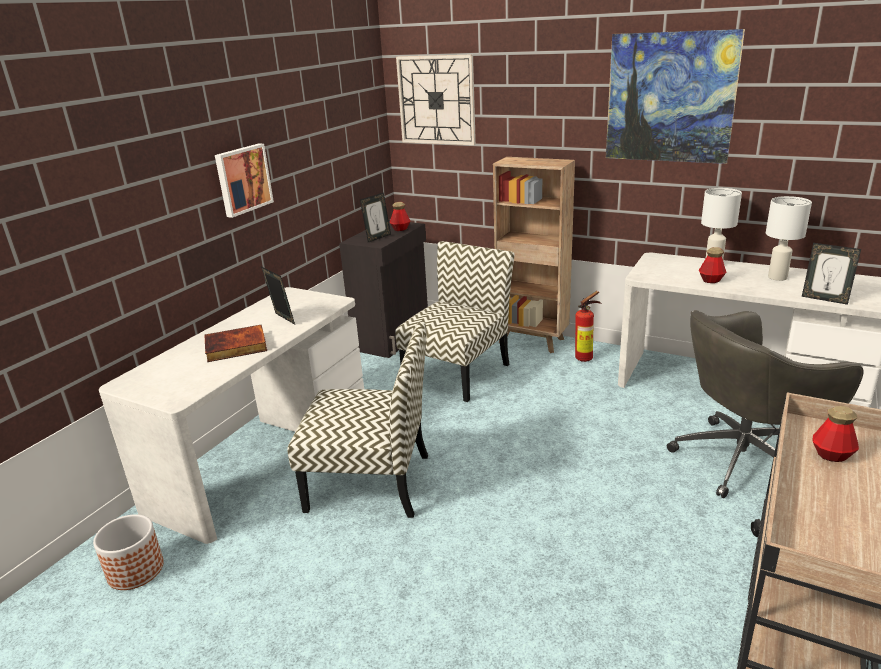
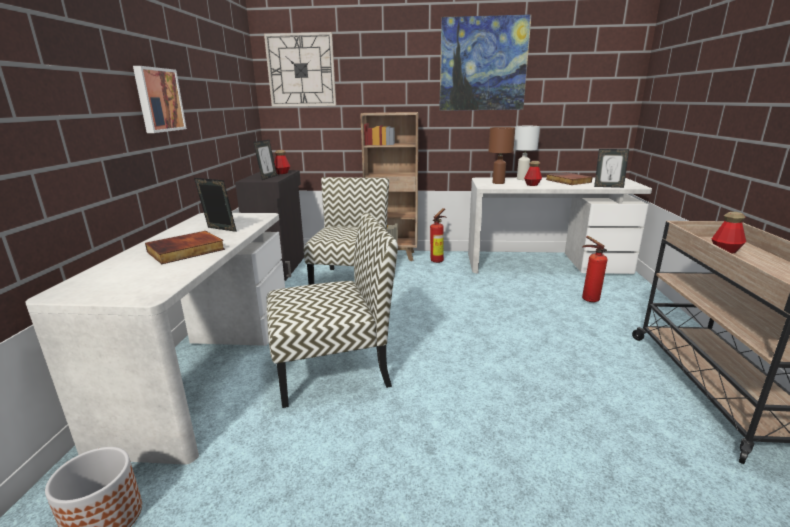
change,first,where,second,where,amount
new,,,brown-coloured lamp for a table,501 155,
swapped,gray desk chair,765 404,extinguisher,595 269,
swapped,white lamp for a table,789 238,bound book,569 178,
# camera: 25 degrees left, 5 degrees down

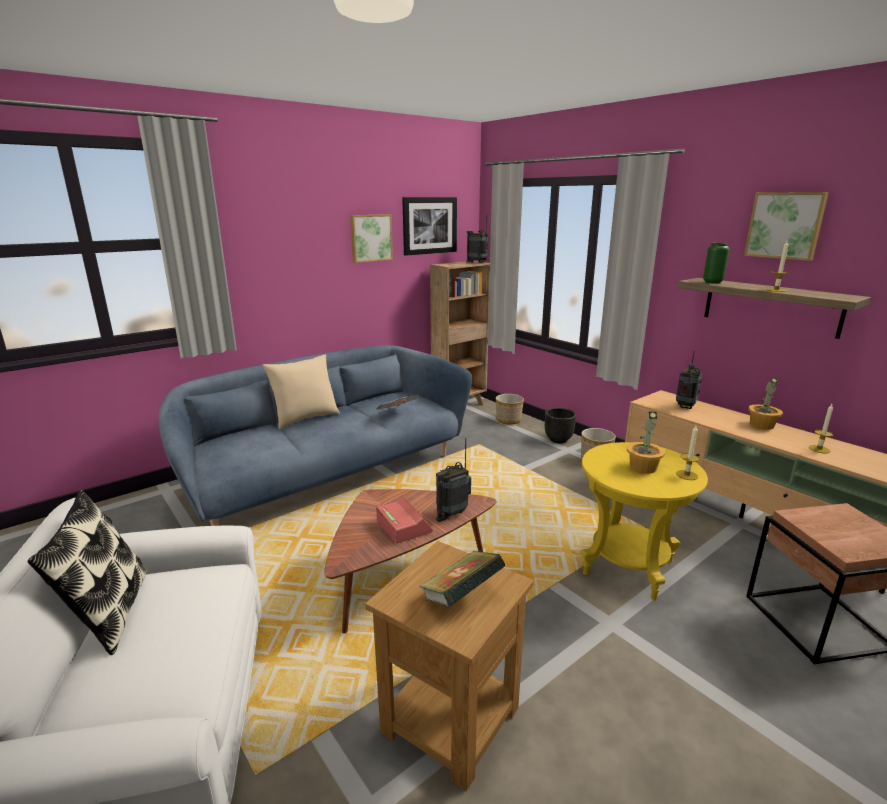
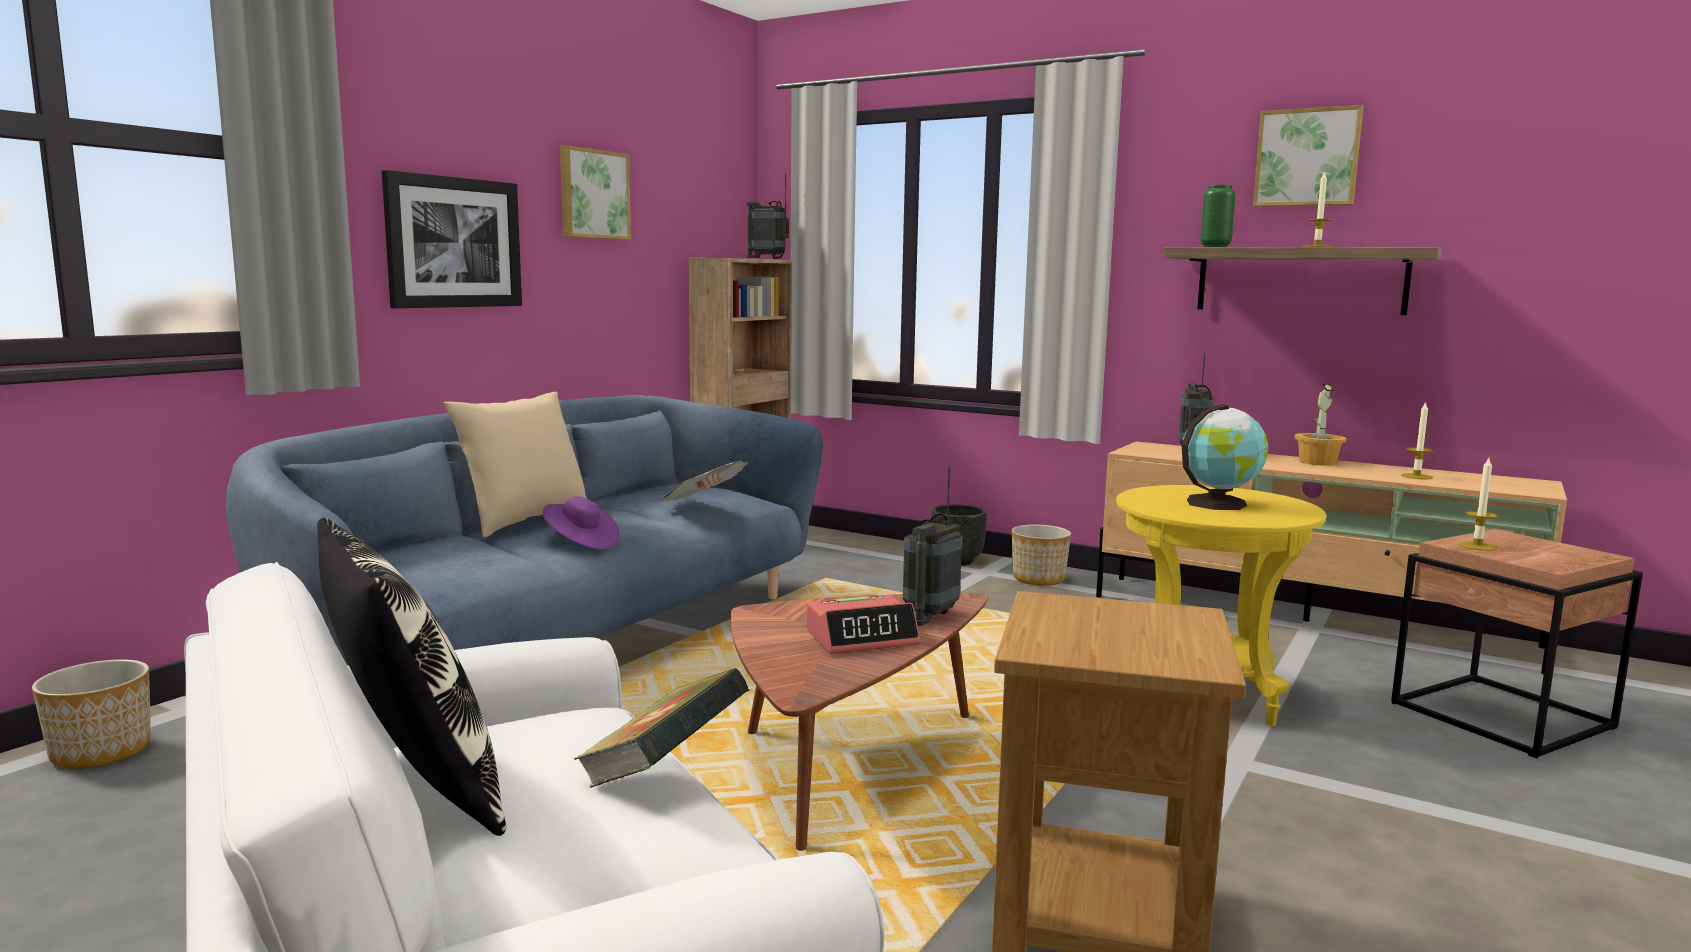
change,first,where,second,where,amount
new,,,purplish hat,581 523,
shifted,picture,429 226,,452 239,
shifted,bound book,462 579,,661 728,
shifted,plant pot,510 409,,91 714,
shifted,wax light,688 453,,1478 504,
swapped,plant in a pot,646 443,desk globe,1225 457,
rotated,bedside clock,404 520,,863 624,120 degrees clockwise
# camera: 20 degrees left, 10 degrees down

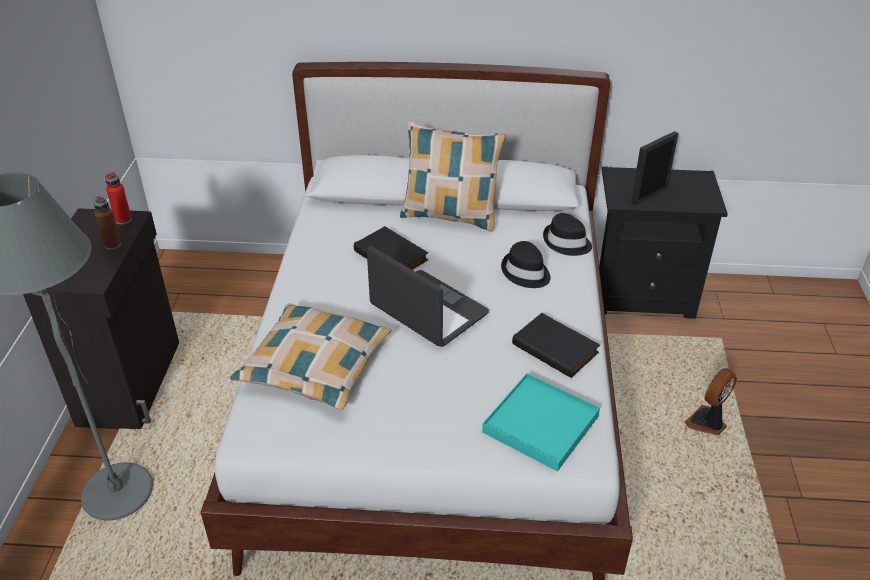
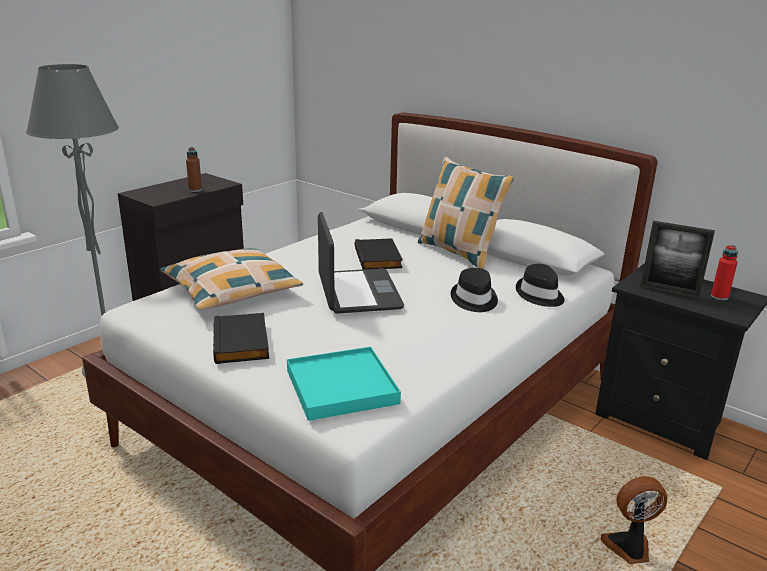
change,first,where,second,where,amount
shifted,red bottle,118 198,,724 272,
shifted,black bound book,556 345,,241 338,
rotated,photo frame,654 168,,677 260,150 degrees counterclockwise
# camera: 35 degrees right, 15 degrees down

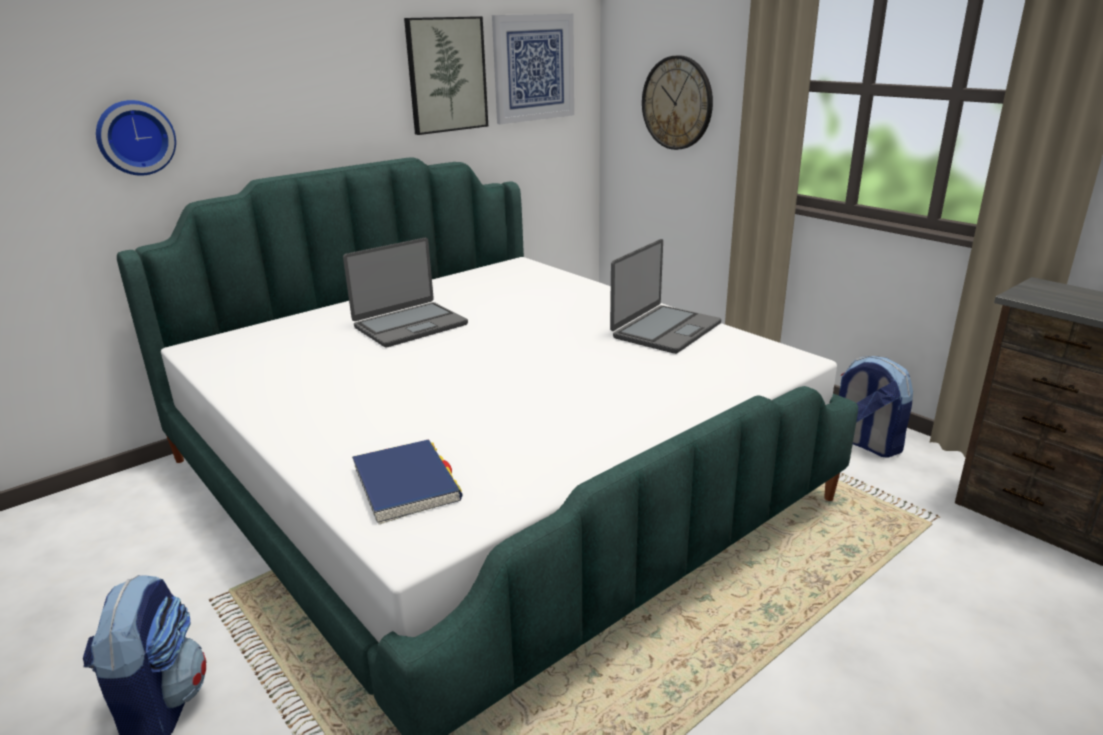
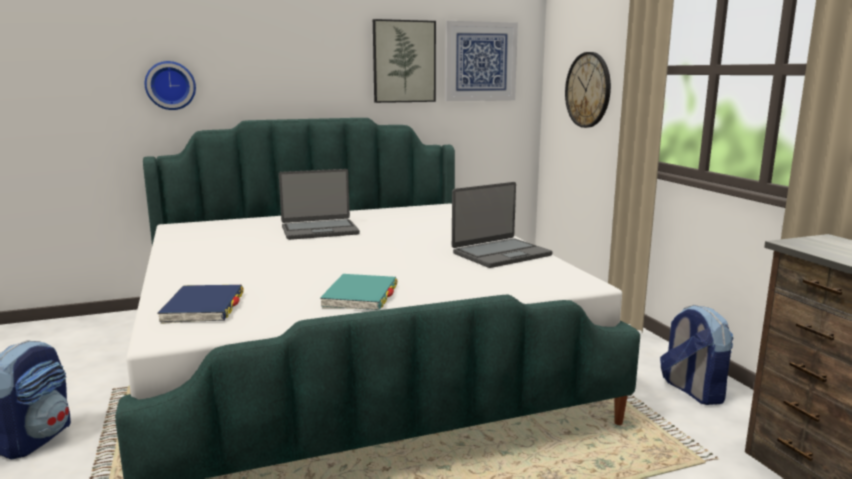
change,first,where,second,where,amount
new,,,blue-green bound book,359 292,
# camera: 20 degrees right, 10 degrees down

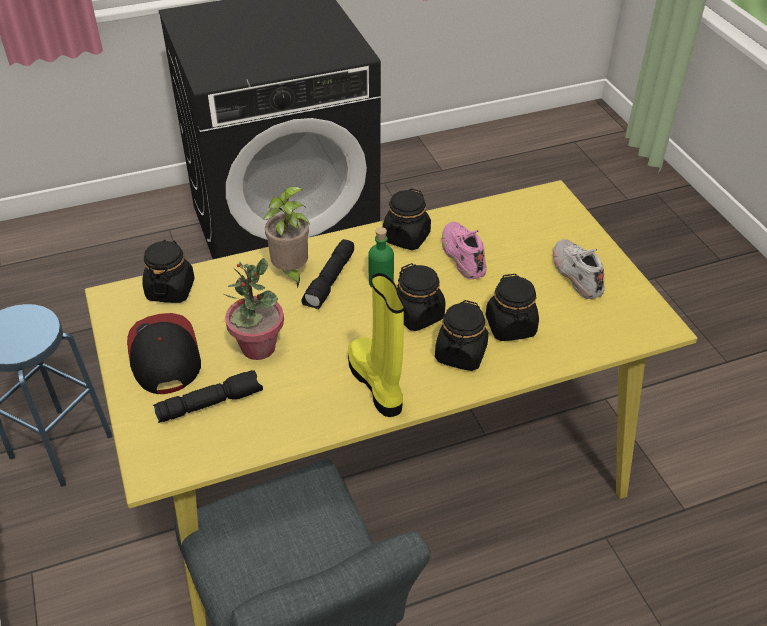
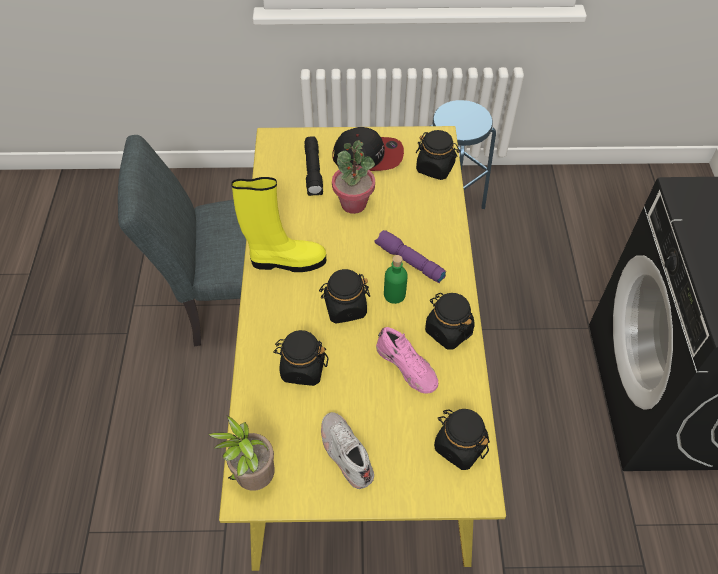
change,first,where,second,where,amount
shifted,plant in a pot,286 237,,241 453,
shifted,black storage jar,462 335,,462 439,
repainted,black flashlight,327 274,purplish flashlight,410 256,
rotated,pink-coloured shoe,464 250,,407 360,45 degrees clockwise
rotated,white shoe,579 269,,347 450,120 degrees counterclockwise
# camera: 110 degrees right, 10 degrees up

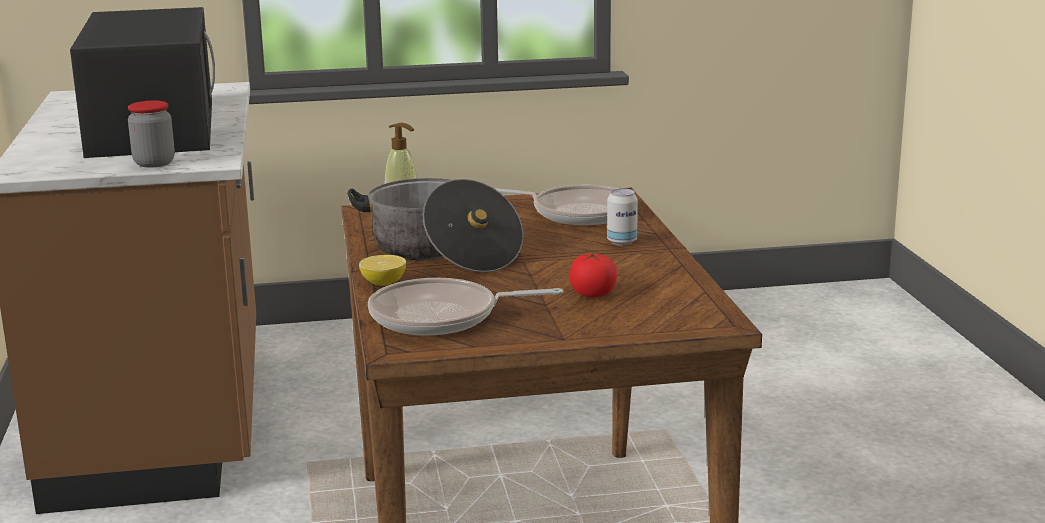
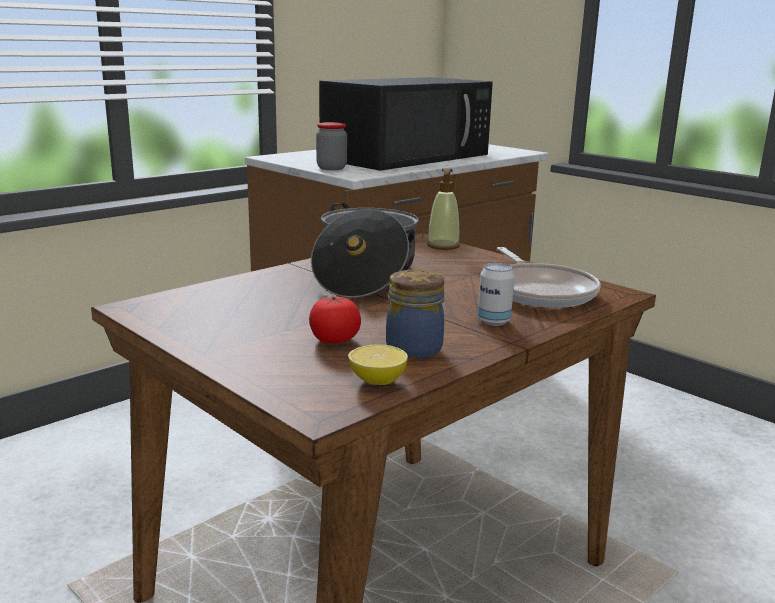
change,first,where,second,where,amount
gone,skillet,465 307,,,
new,,,storage jar,415 315,
shifted,whole lemon,382 270,,378 364,
# camera: 55 degrees right, 0 degrees up

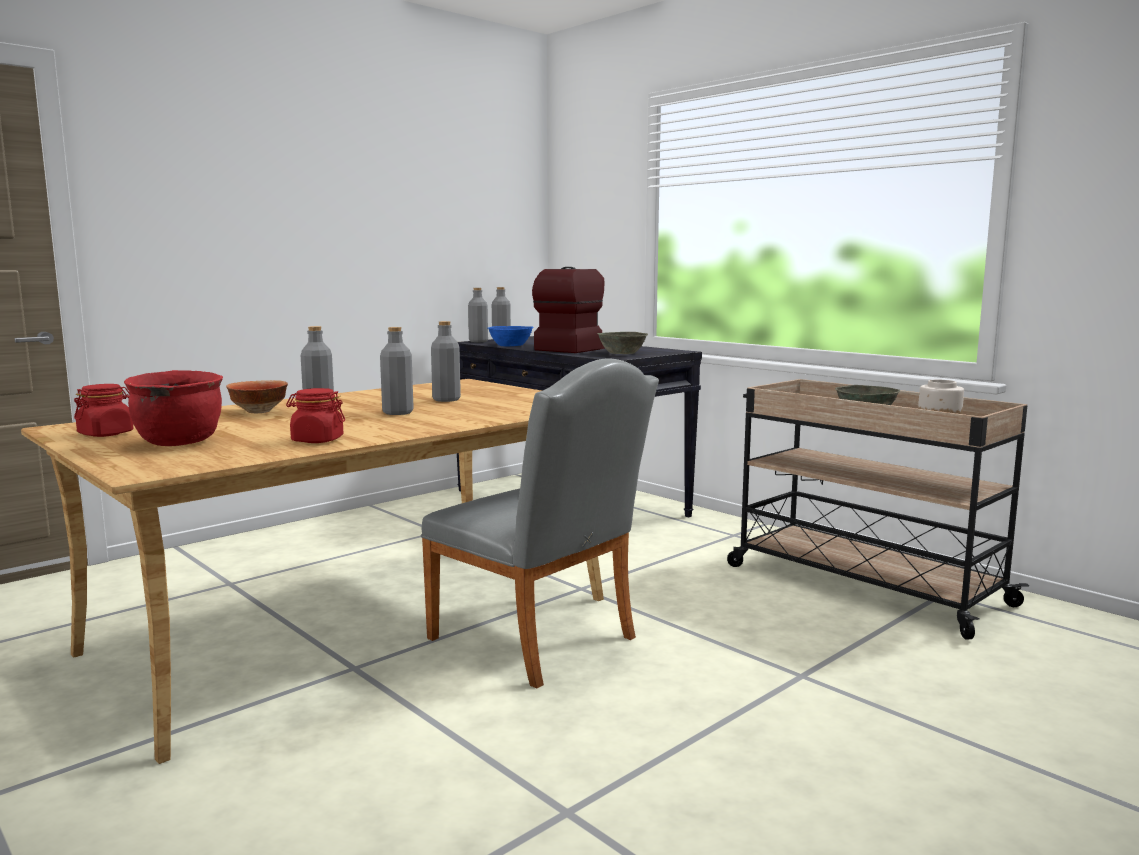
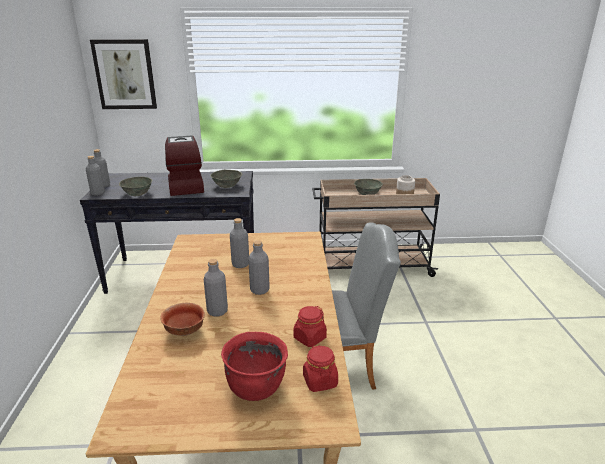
change,first,where,second,where,amount
new,,,picture,123 74,
shifted,red storage jar,104 410,,320 368,
repainted,blue-coloured serving bowl,511 336,gray serving bowl,135 186,
# camera: 50 degrees left, 15 degrees up

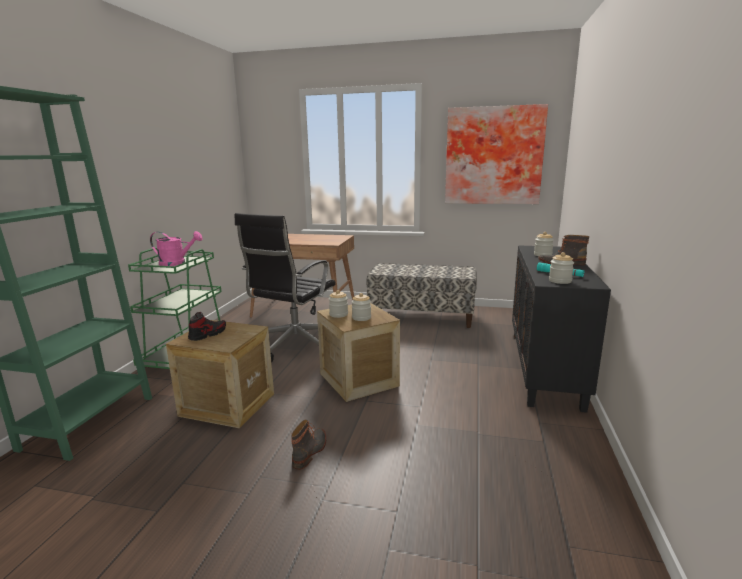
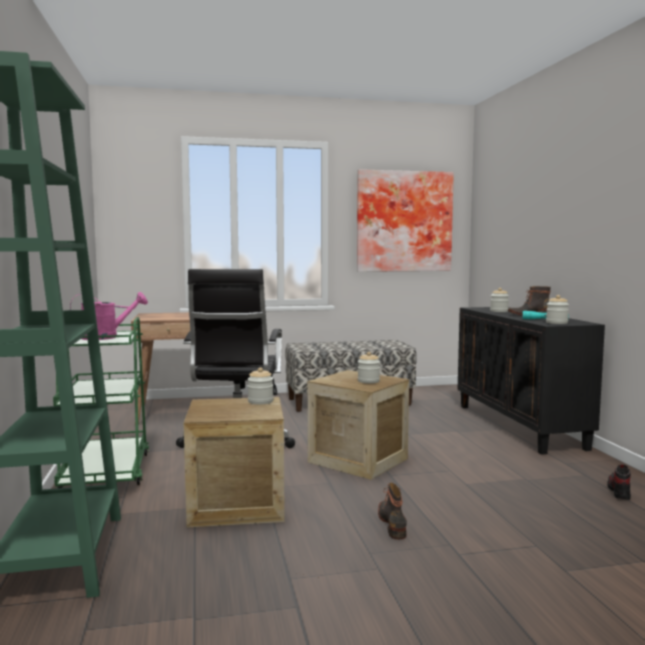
change,first,where,second,where,amount
shifted,shoe,207 326,,619 482,
shifted,storage jar,338 304,,261 385,
# camera: 25 degrees left, 10 degrees down

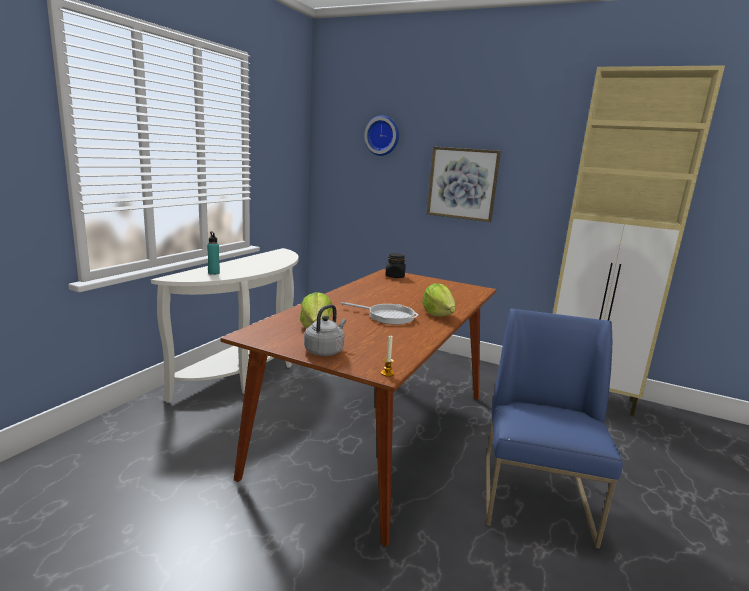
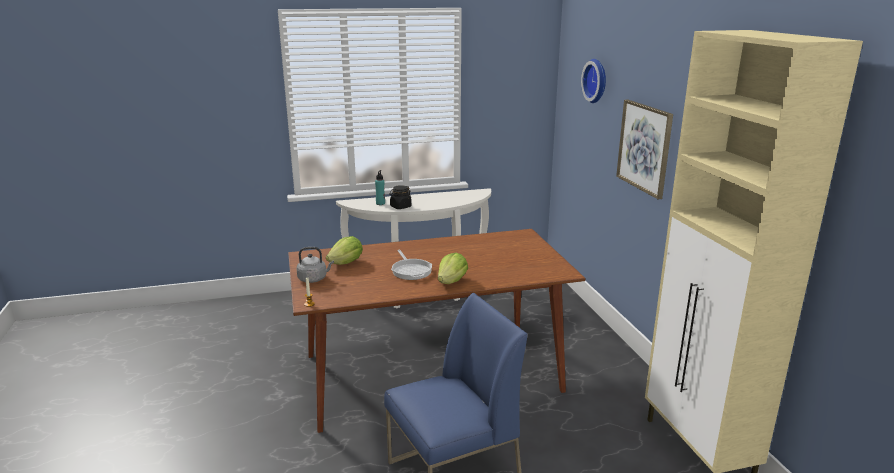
change,first,where,second,where,amount
shifted,black storage jar,395 265,,400 197,
# camera: 50 degrees right, 5 degrees up

